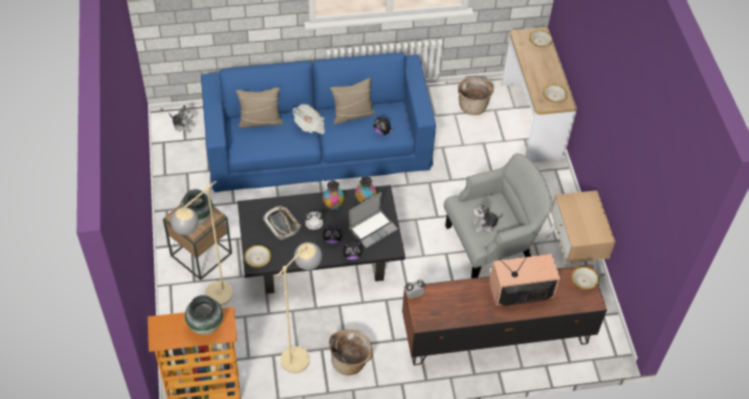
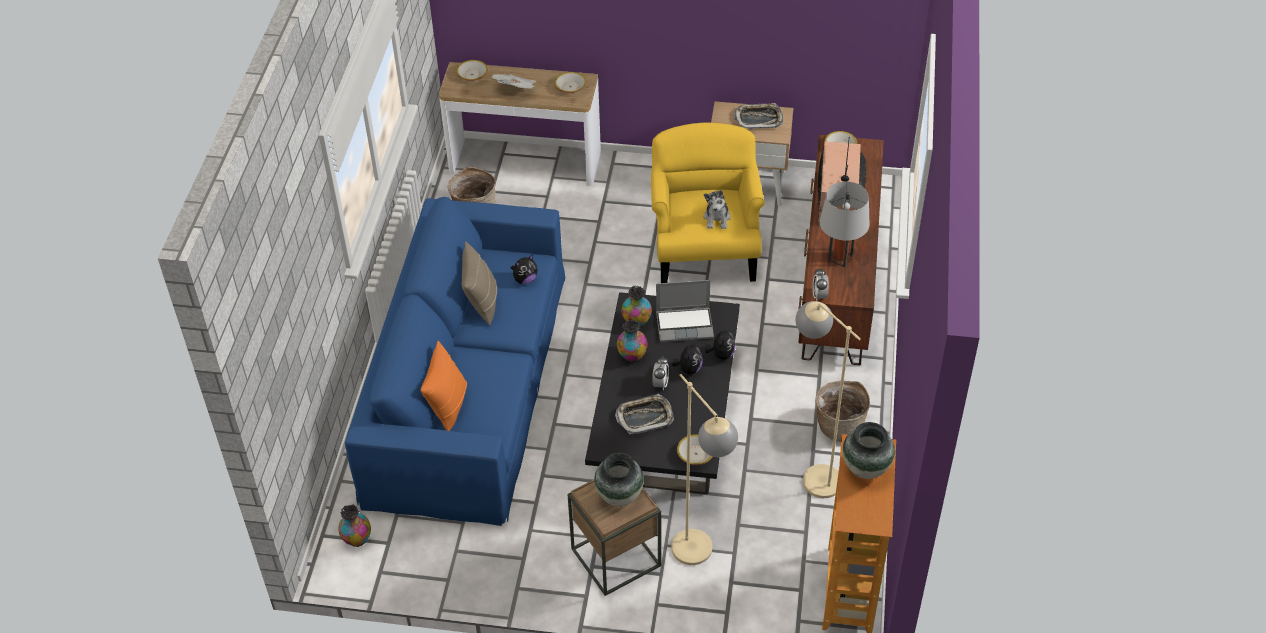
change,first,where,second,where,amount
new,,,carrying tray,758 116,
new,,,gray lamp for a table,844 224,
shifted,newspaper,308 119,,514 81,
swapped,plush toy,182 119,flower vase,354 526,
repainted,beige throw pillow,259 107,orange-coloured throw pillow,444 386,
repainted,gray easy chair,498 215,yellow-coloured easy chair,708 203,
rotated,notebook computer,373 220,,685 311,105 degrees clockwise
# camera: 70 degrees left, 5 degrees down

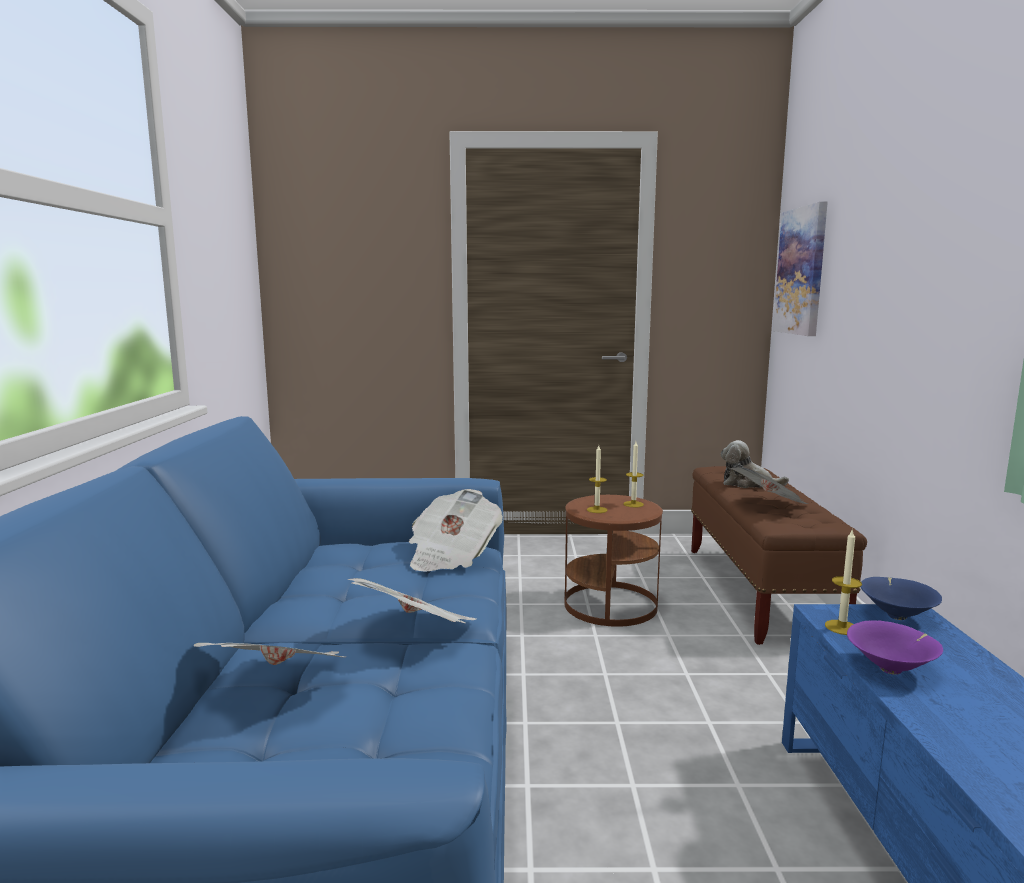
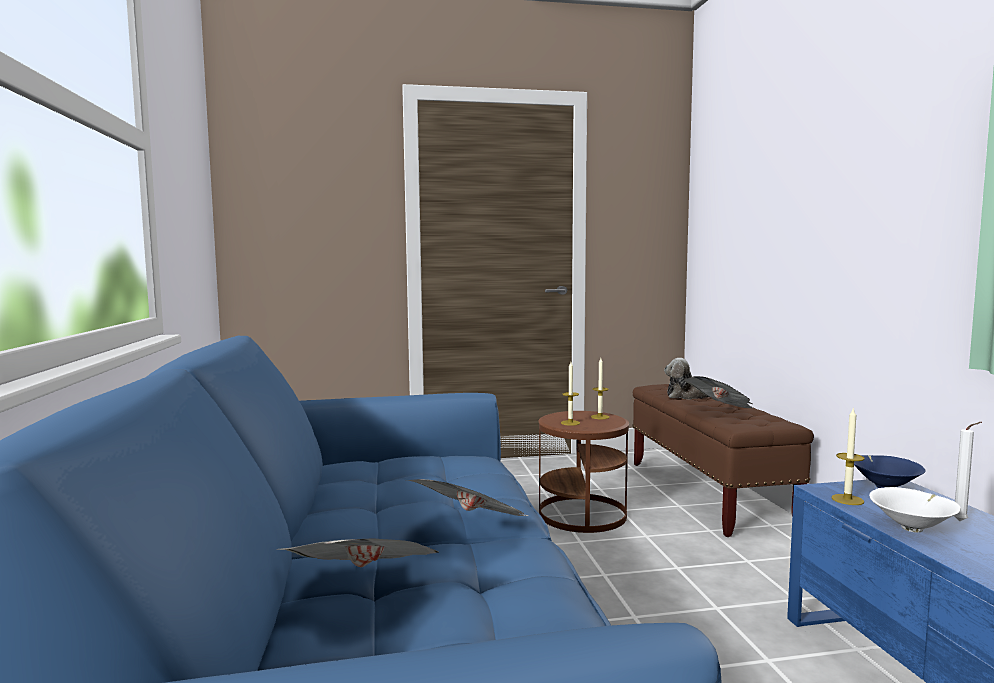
change,first,where,second,where,amount
gone,newspaper,456 530,,,
gone,picture,800 268,,,
new,,,white wax light,968 471,
repainted,purplish serving bowl,895 647,white serving bowl,915 510,
# camera: 10 degrees left, 5 degrees down

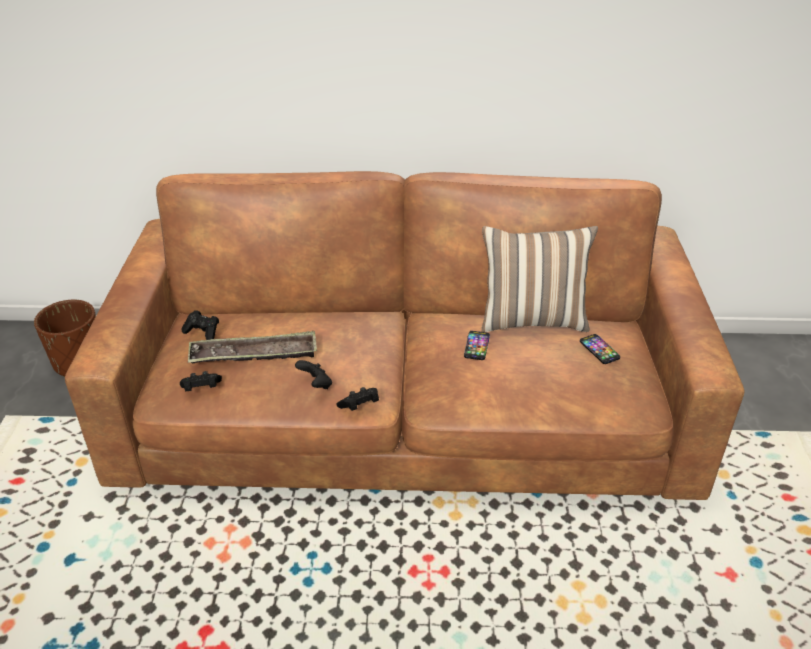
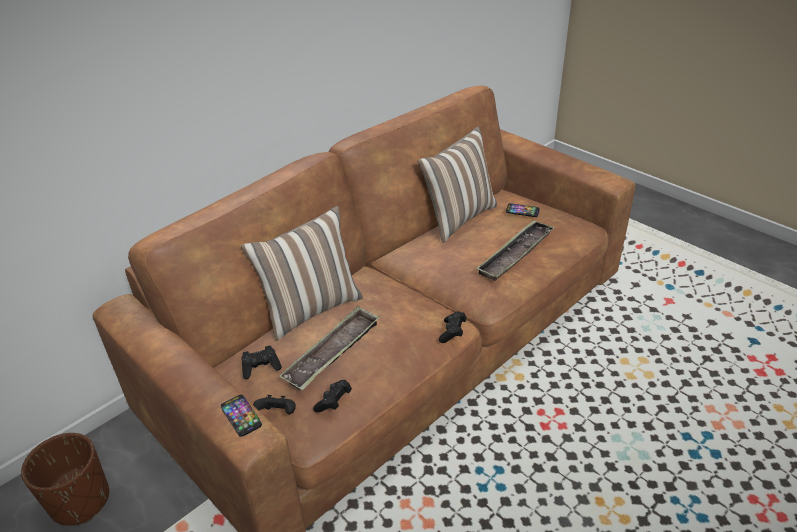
change,first,where,second,where,amount
new,,,throw pillow,302 273,
new,,,carrying tray,515 251,
shifted,black gamepad,313 374,,274 404,
shifted,phone,477 345,,241 416,
# camera: 45 degrees left, 0 degrees up

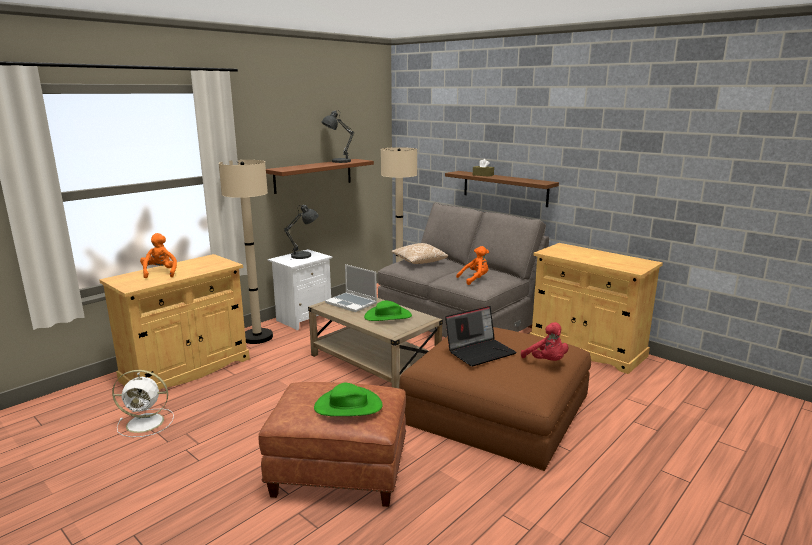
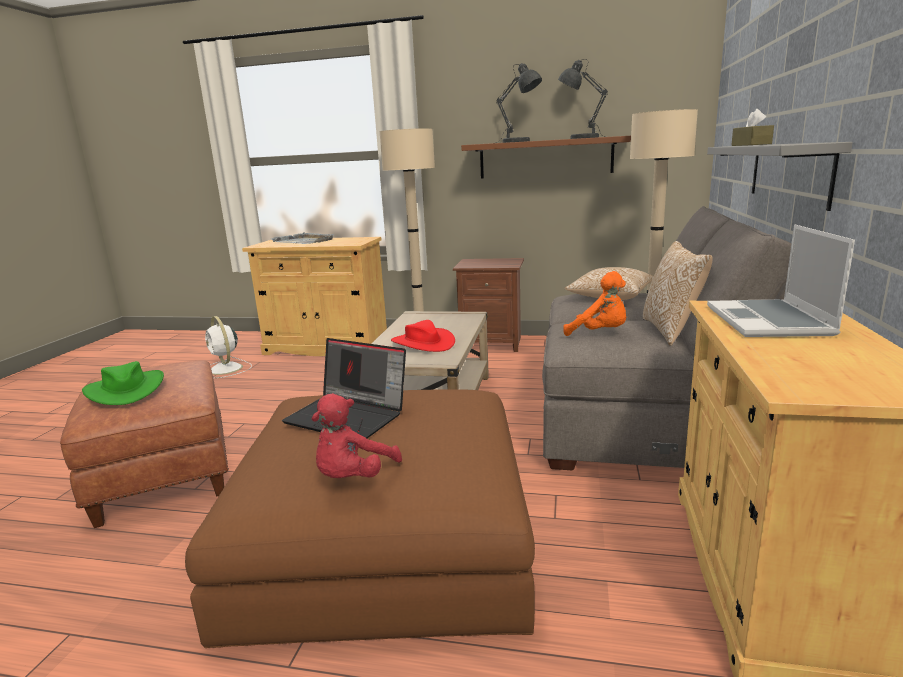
change,first,where,second,where,amount
new,,,throw pillow,678 293,
shifted,gray lamp for a table,301 232,,519 103,
shifted,notebook computer,351 288,,781 281,
swapped,orange-coloured plush toy,158 255,gray carrying tray,301 238,
repainted,white nightstand,300 289,brown-coloured nightstand,488 305,
repainted,green-coloured hat,388 310,red hat,423 336,
repainted,brown-coloured wall shelf,502 189,gray wall shelf,780 176,
# camera: 60 degrees right, 0 degrees up

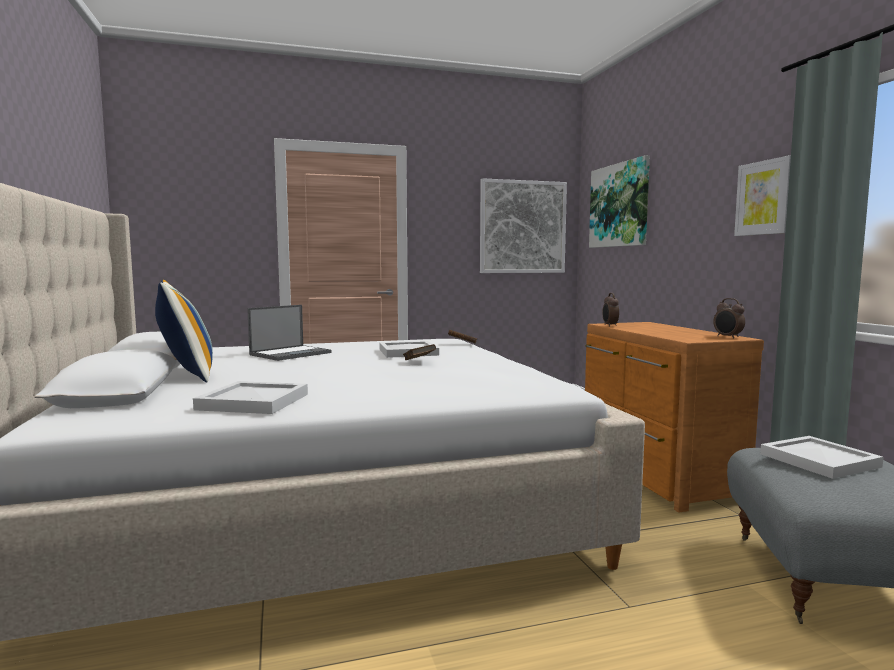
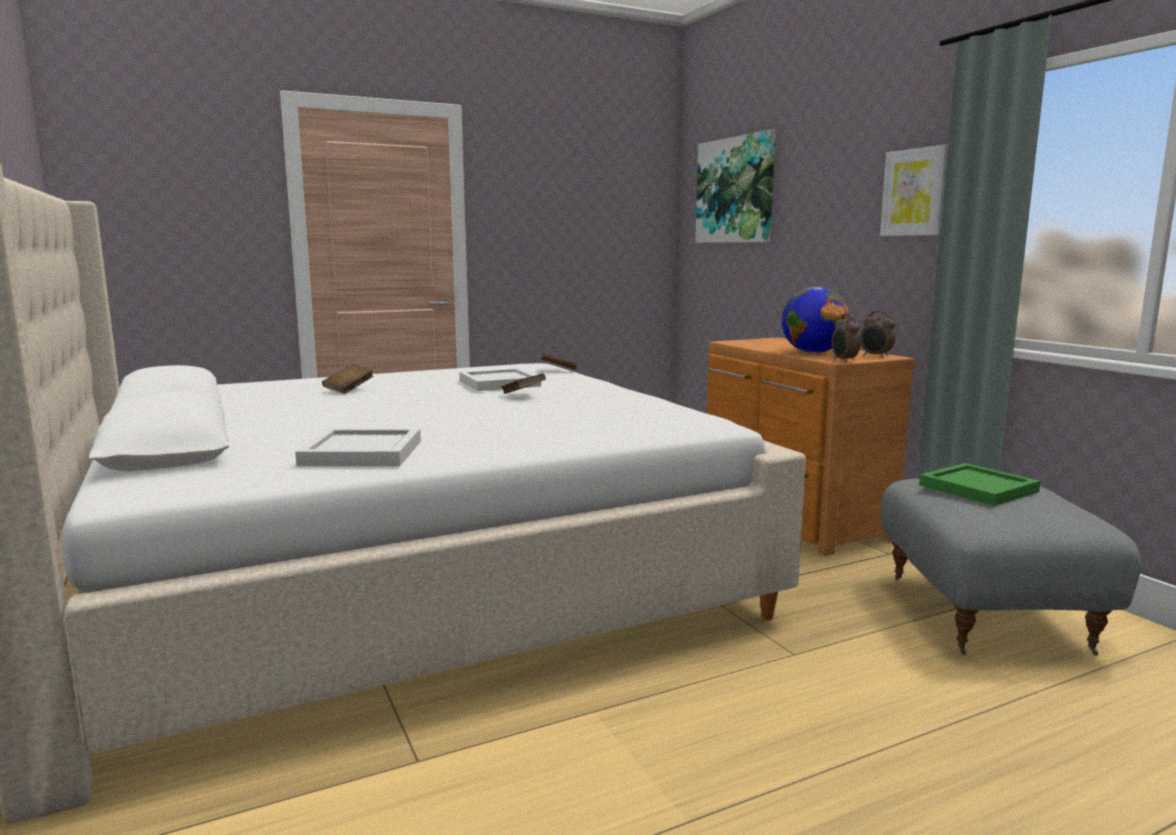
change,first,where,second,where,amount
gone,throw pillow,184 331,,,
gone,picture,523 225,,,
new,,,desk globe,816 320,
shifted,bedside clock,610 310,,846 338,
swapped,notebook computer,289 333,brown-coloured bound book,347 379,
repainted,white carrying tray,822 457,green-coloured carrying tray,980 484,
# camera: 10 degrees left, 5 degrees up

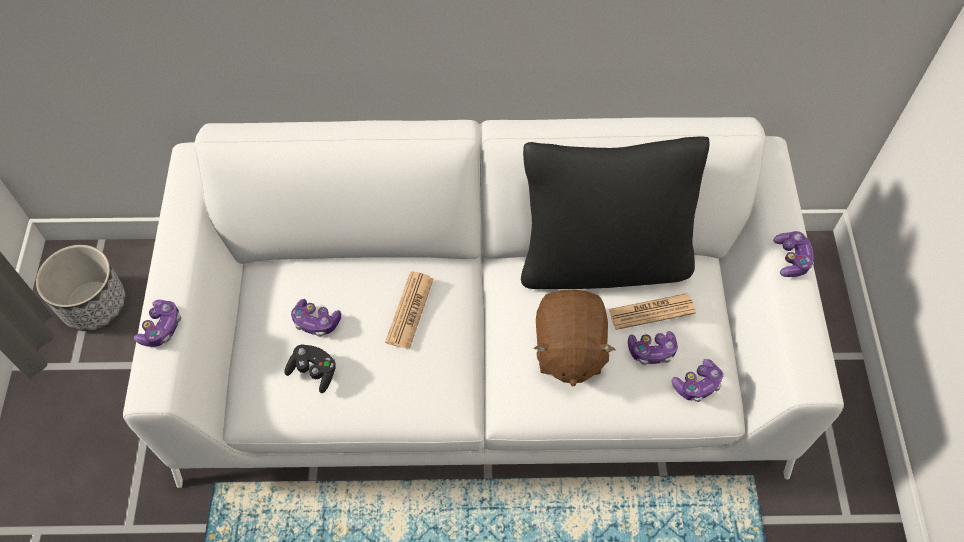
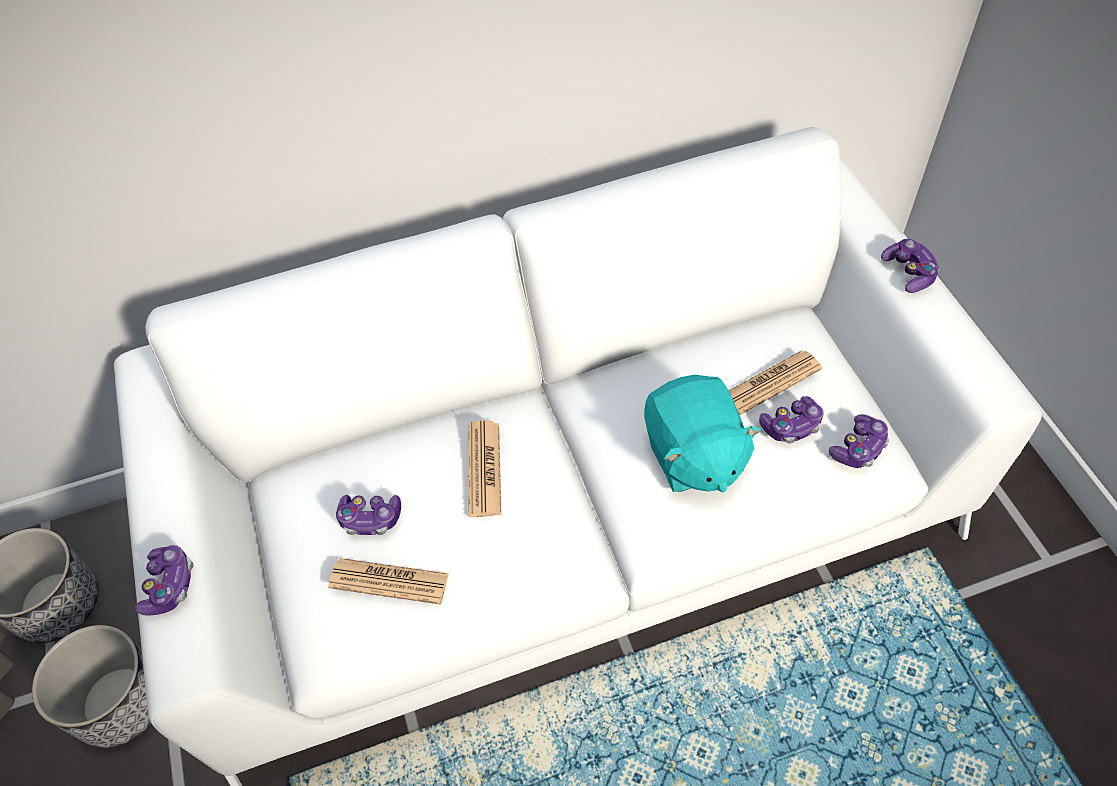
change,first,where,second,where,amount
gone,black throw pillow,615 213,,,
new,,,plant pot,91 686,
swapped,black gamepad,310 369,newspaper,388 581,
repainted,brown-coloured plush toy,574 338,blue-green plush toy,703 433,
# camera: 15 degrees left, 5 degrees down

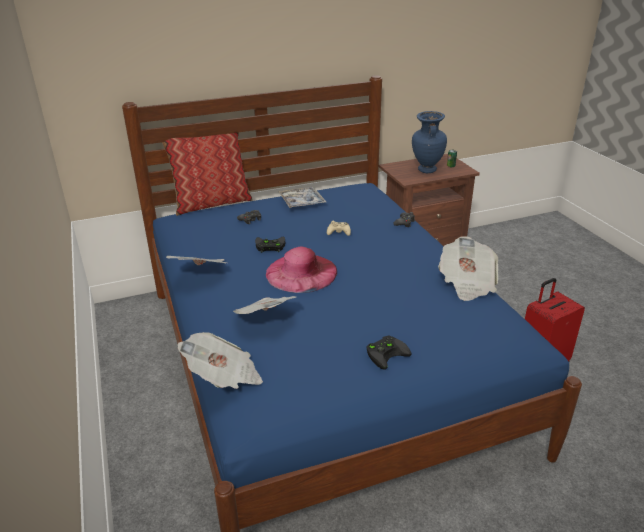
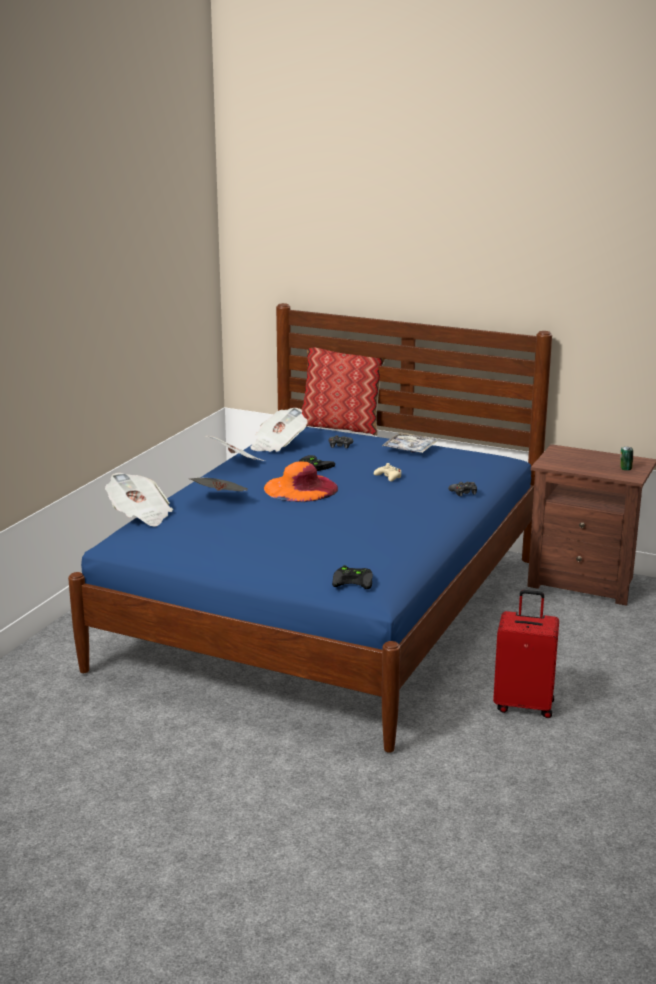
change,first,where,second,where,amount
gone,blue-coloured flower vase,429 142,,,
shifted,black gamepad,389 353,,352 577,
shifted,newspaper,468 268,,278 430,
repainted,pink-coloured hat,301 270,orange-coloured hat,301 481,
# camera: 45 degrees right, 10 degrees down

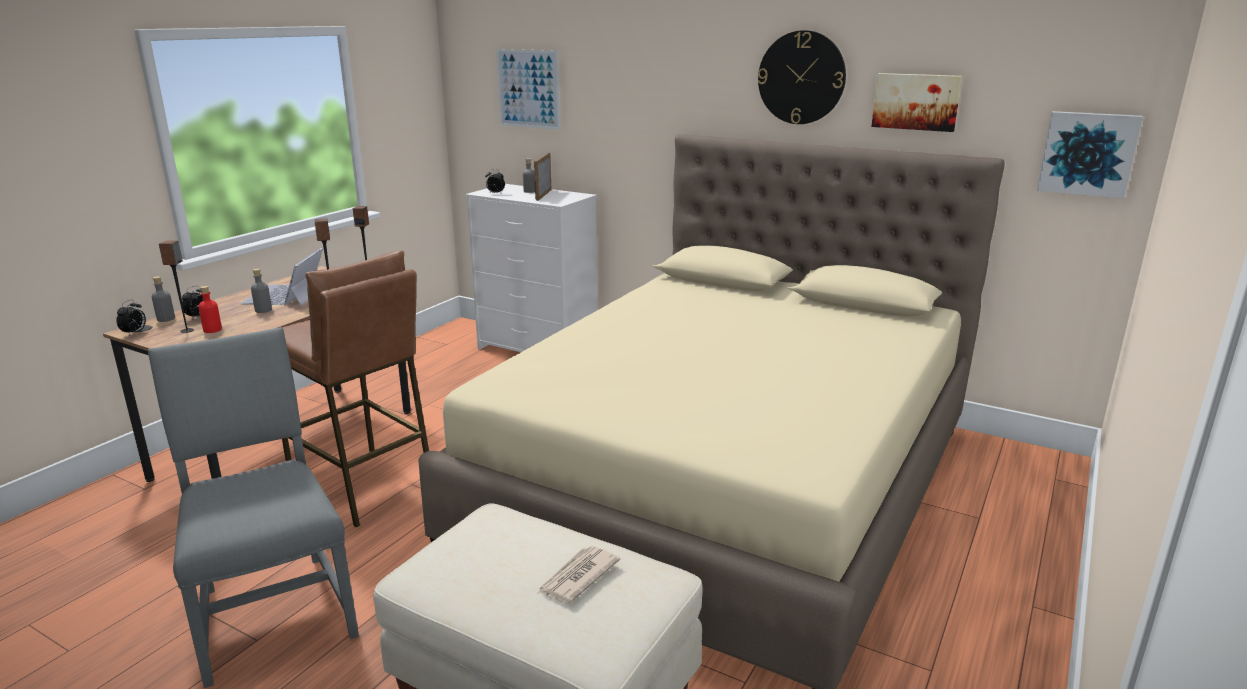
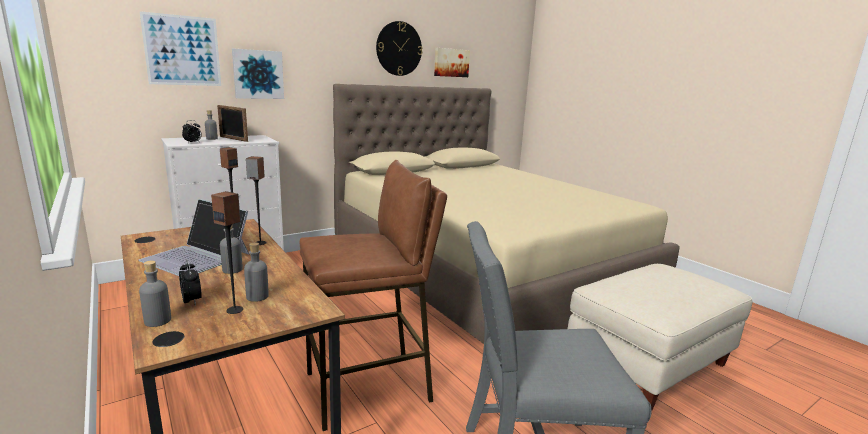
change,first,where,second,where,amount
gone,bedside clock,131 317,,,
gone,newspaper,578 574,,,
shifted,picture,1090 155,,258 73,
repainted,red bottle,210 309,gray bottle,256 272,
# camera: 65 degrees left, 5 degrees down

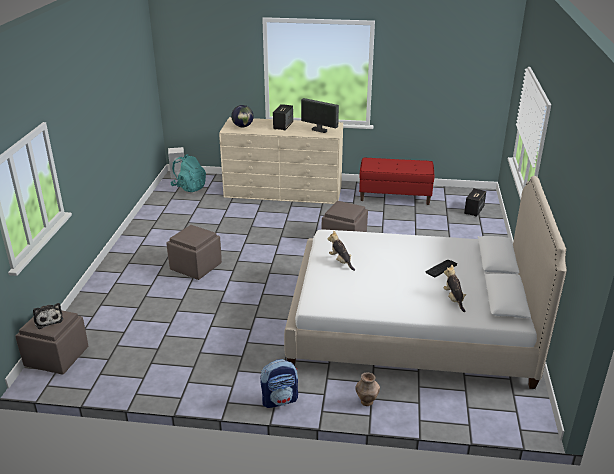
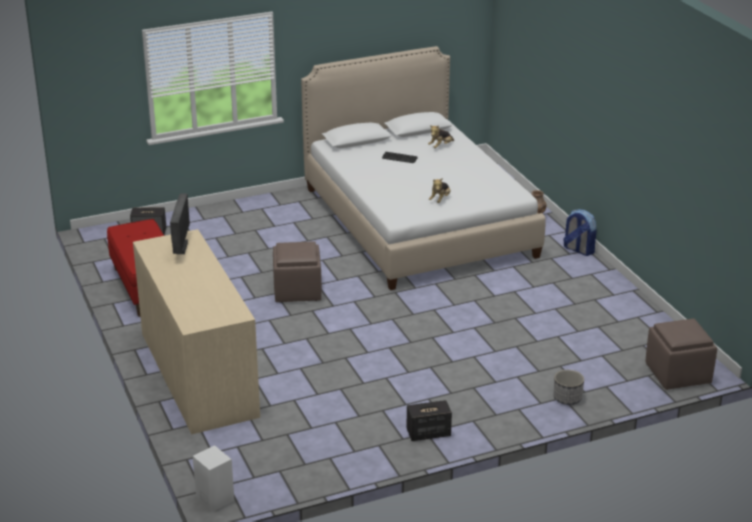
change,first,where,second,where,amount
gone,plush toy,48 316,,,
gone,brown-coloured pouffe,194 252,,,
gone,blue-green backpack,188 173,,,
gone,desk globe,242 116,,,
new,,,plant pot,569 387,
shifted,loudspeaker,283 117,,429 420,
# camera: 120 degrees left, 0 degrees up

